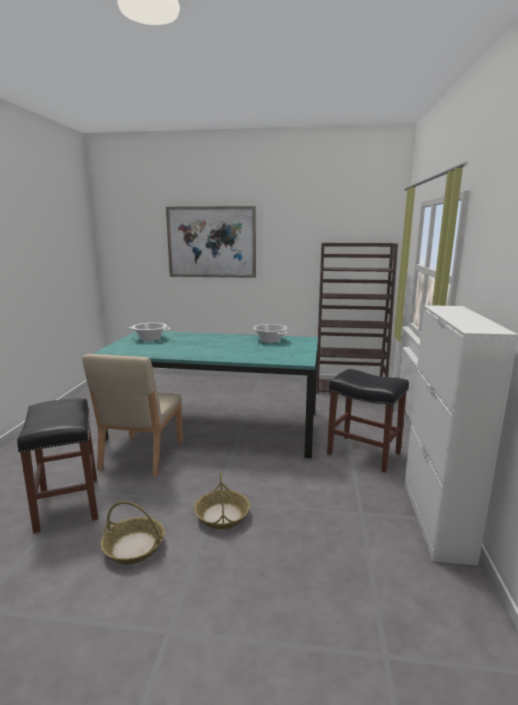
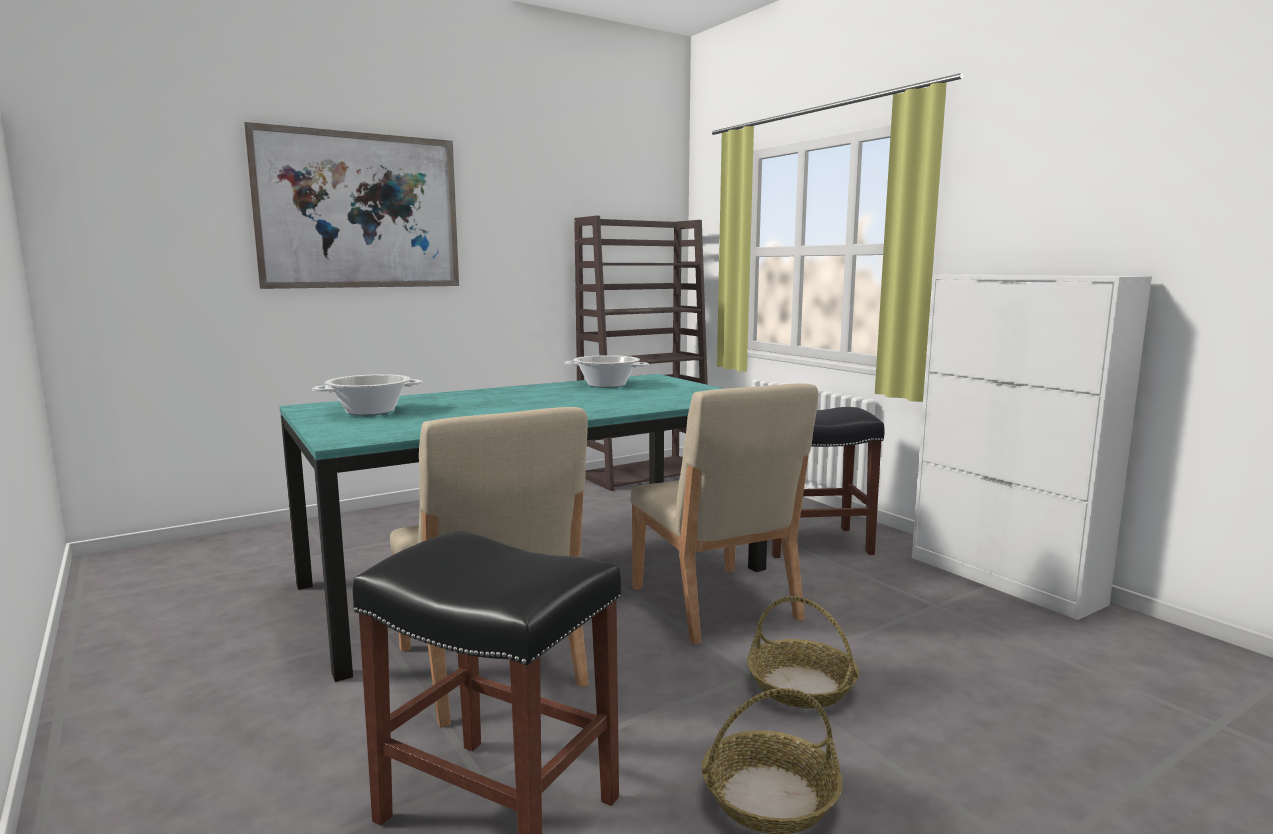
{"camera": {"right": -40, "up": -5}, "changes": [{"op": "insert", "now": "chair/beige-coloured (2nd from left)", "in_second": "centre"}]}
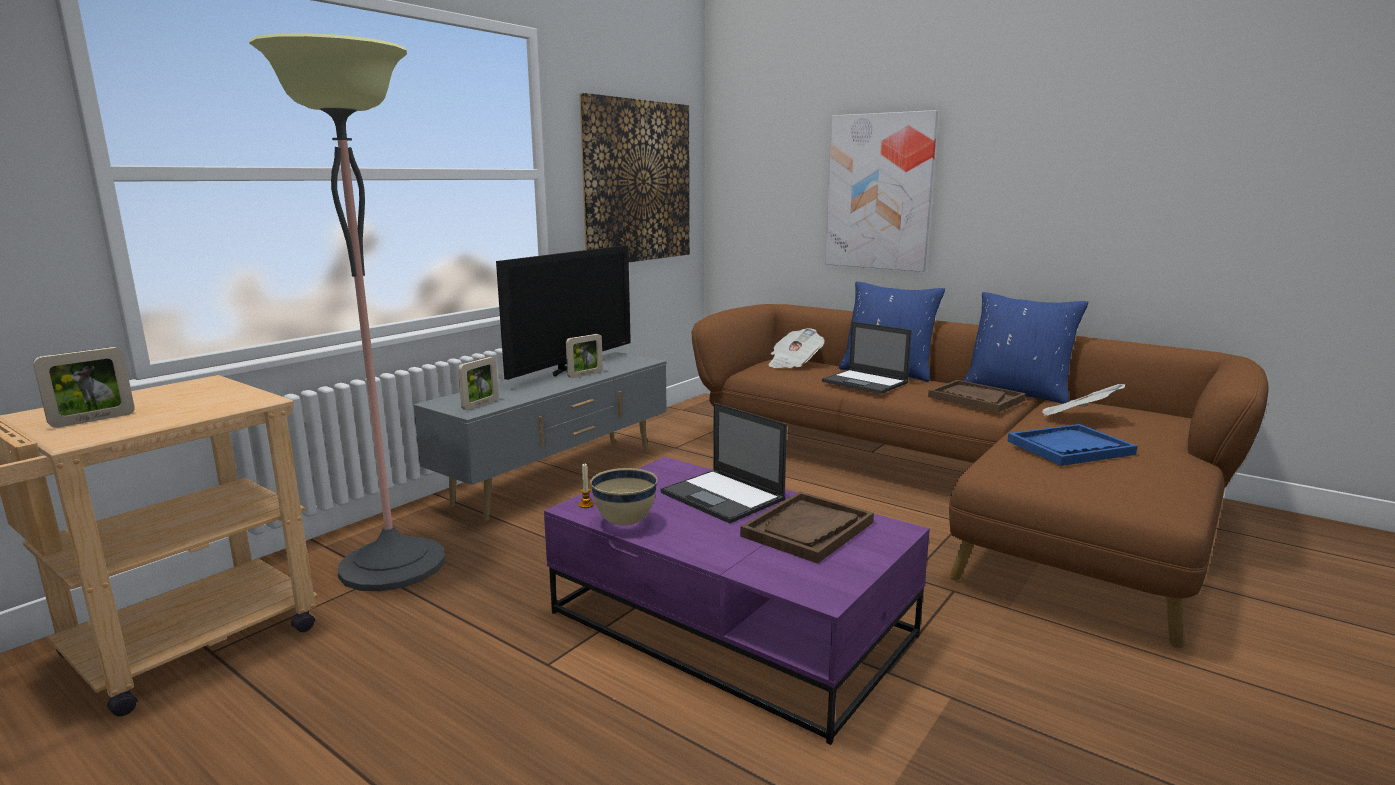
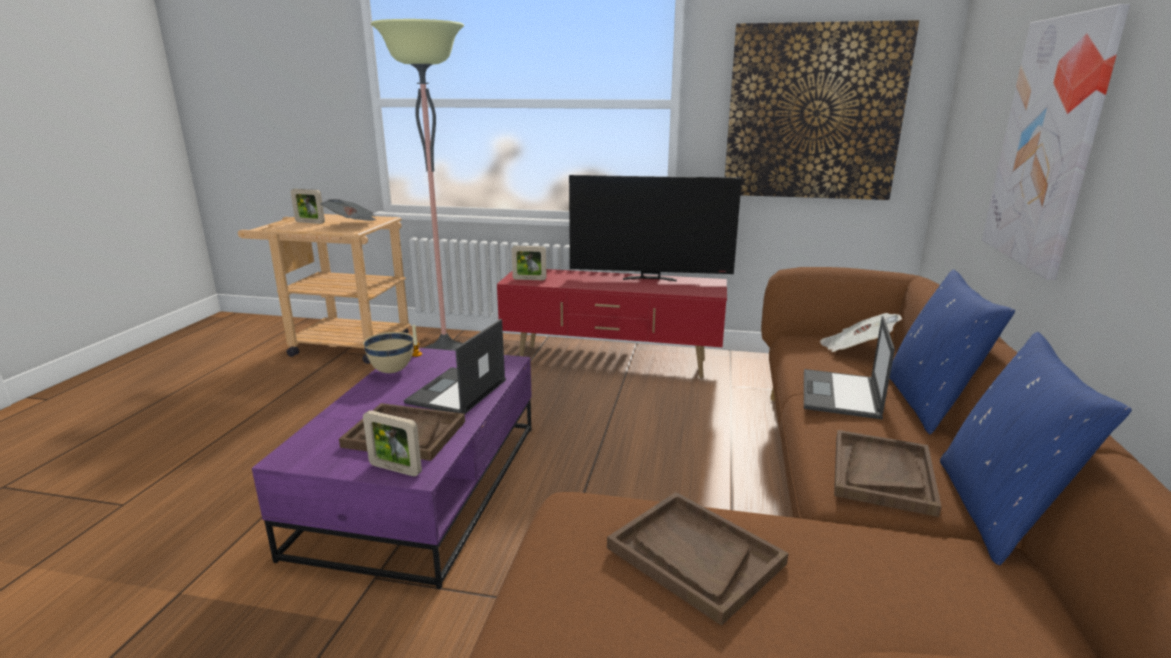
{"camera": {"right": 65, "up": 5}, "changes": [{"op": "move", "was": "standing frame (3rd from left in the first image)", "now": "standing frame (2nd from left)", "in_first": "centre", "in_second": "bottom centre"}, {"op": "recolor", "was": "tv stand/grey", "now": "tv stand/red", "in_first": "centre", "in_second": "centre"}, {"op": "move", "was": "printed paper (2nd from left in the first image)", "now": "printed paper (1st from left)", "in_first": "middle right", "in_second": "top left"}, {"op": "recolor", "was": "serving tray/bluish", "now": "serving tray/brownish (2nd from left)", "in_first": "middle right", "in_second": "bottom centre"}]}
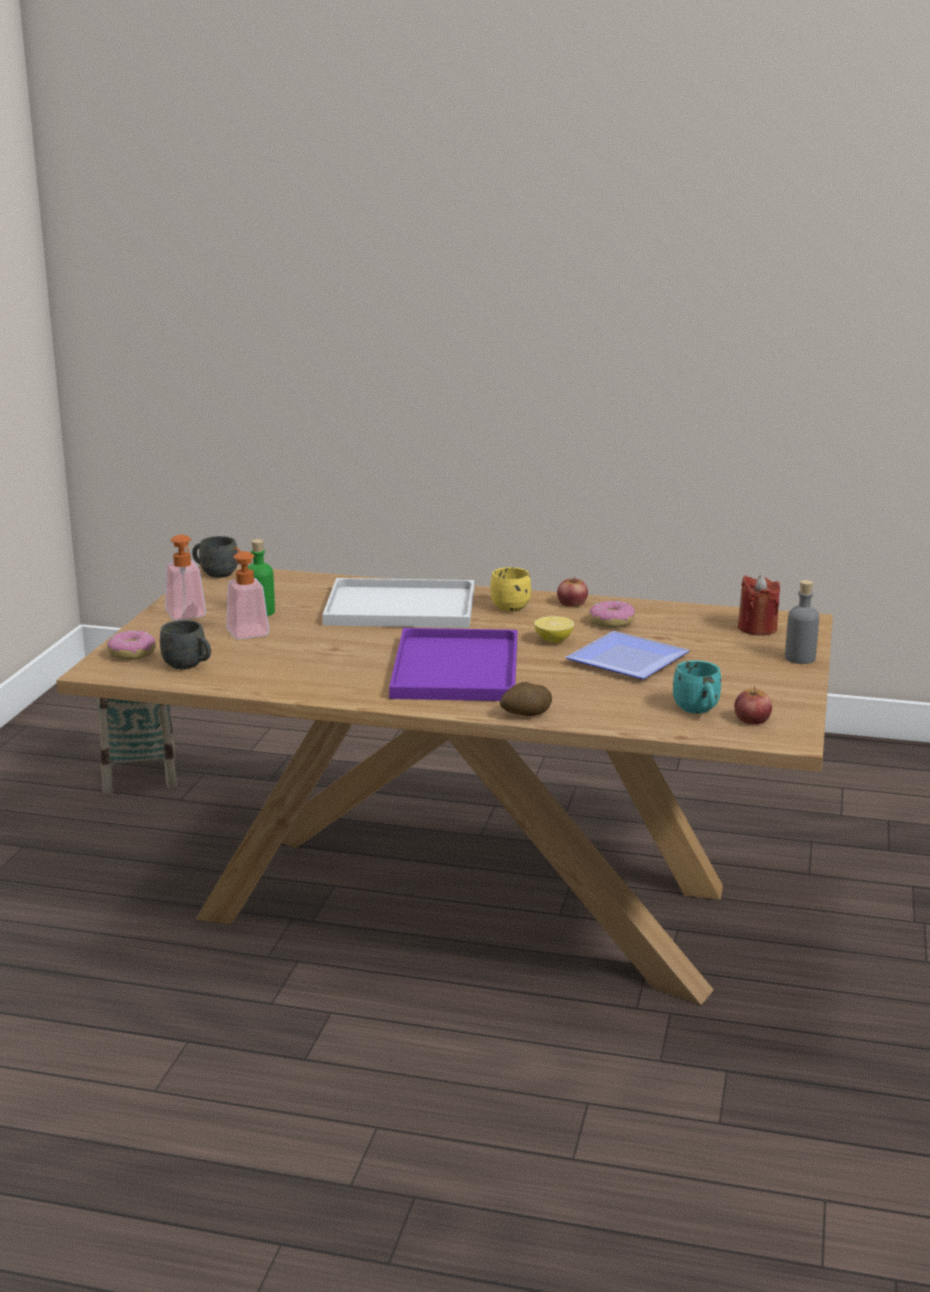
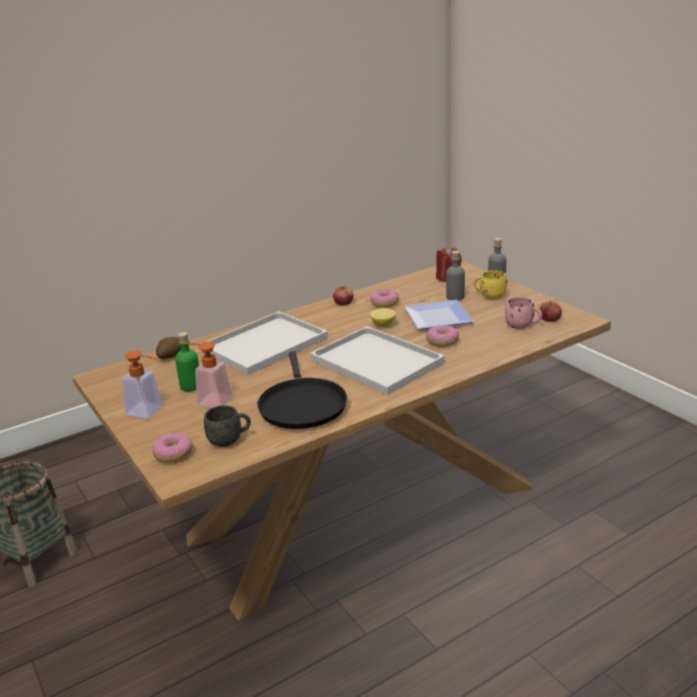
{"camera": {"right": -45, "up": 5}, "changes": [{"op": "delete", "was": "mug/grey (2nd from left)", "in_first": "middle left"}, {"op": "move", "was": "mug/yellowish", "in_first": "centre", "in_second": "middle right"}, {"op": "recolor", "was": "serving tray/purplish", "now": "serving tray/white (2nd from left)", "in_first": "centre", "in_second": "centre"}, {"op": "recolor", "was": "mug/blue-green", "now": "mug/pink-coloured", "in_first": "middle right", "in_second": "middle right"}, {"op": "move", "was": "potato", "in_first": "centre", "in_second": "middle left"}, {"op": "insert", "now": "beverage bottle/grey (1st from left)", "in_second": "centre"}, {"op": "insert", "now": "doughnut (3rd from left)", "in_second": "centre"}, {"op": "insert", "now": "skillet/blackish", "in_second": "centre"}]}
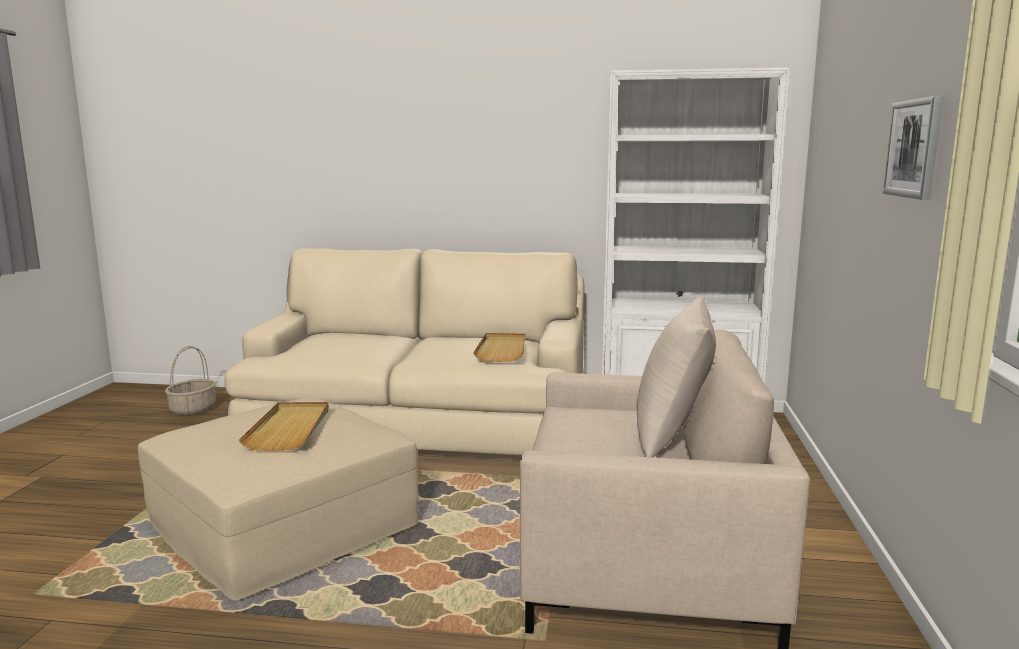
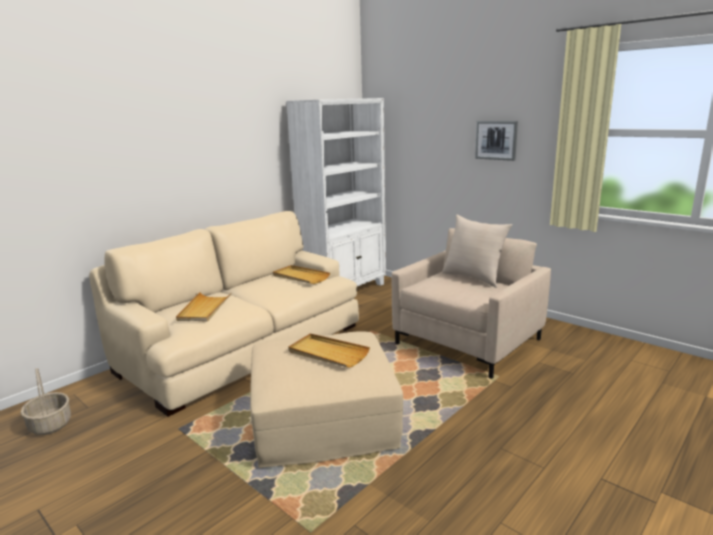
{"camera": {"right": -55, "up": 5}, "changes": [{"op": "insert", "now": "serving tray/beige-coloured (1st from left)", "in_second": "middle left"}]}
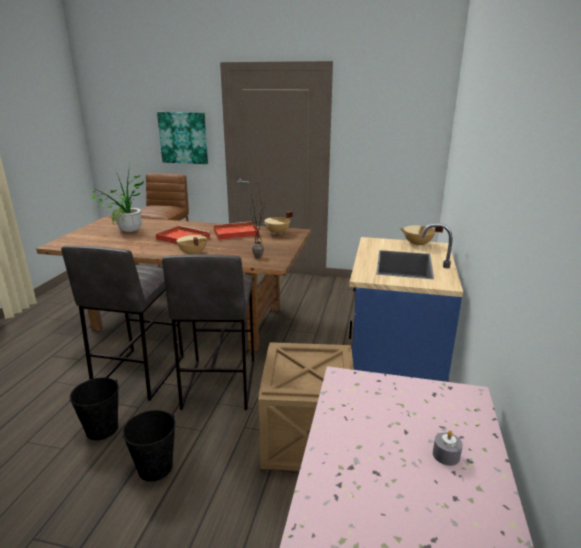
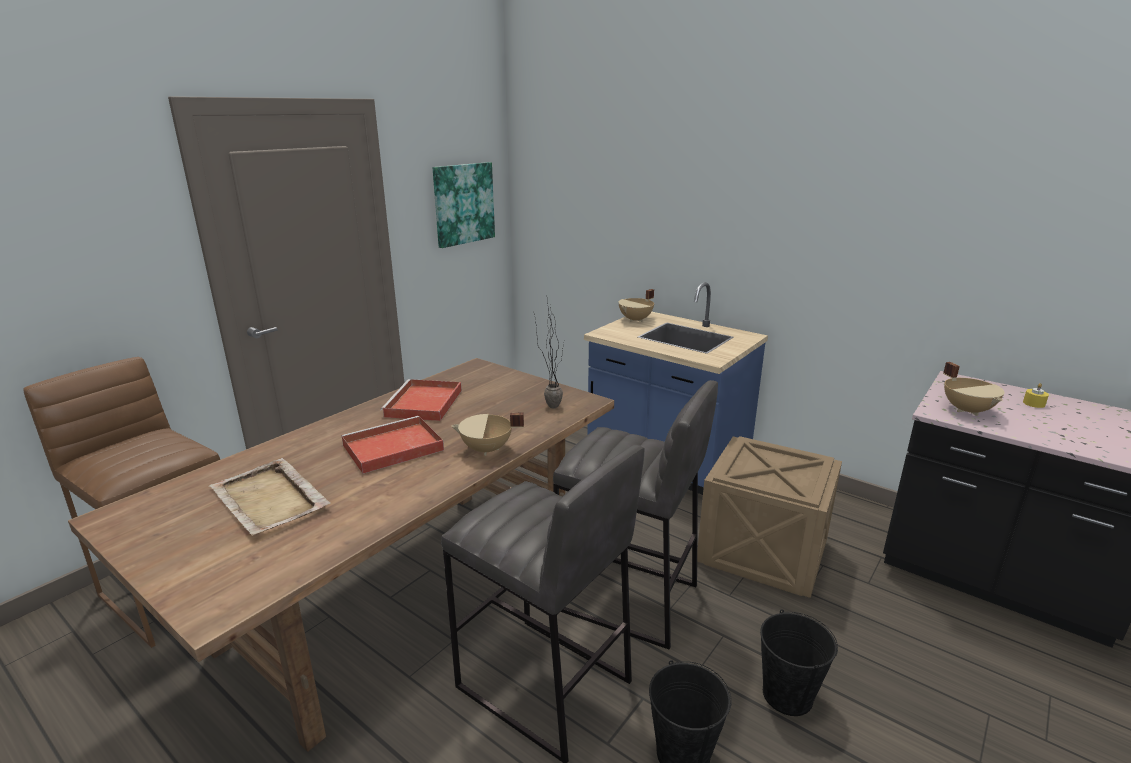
{"camera": {"right": -65, "up": 0}, "changes": [{"op": "move", "was": "wall art", "in_first": "top left", "in_second": "top centre"}, {"op": "replace", "was": "houseplant (1st from left)", "now": "serving tray/beige-coloured", "in_first": "middle left", "in_second": "middle left"}, {"op": "move", "was": "stockpot/beige-coloured (2nd from left in the first image)", "now": "stockpot/beige-coloured (3rd from left)", "in_first": "centre", "in_second": "middle right"}, {"op": "recolor", "was": "wax candle/grey", "now": "wax candle/yellowish", "in_first": "bottom right", "in_second": "middle right"}]}
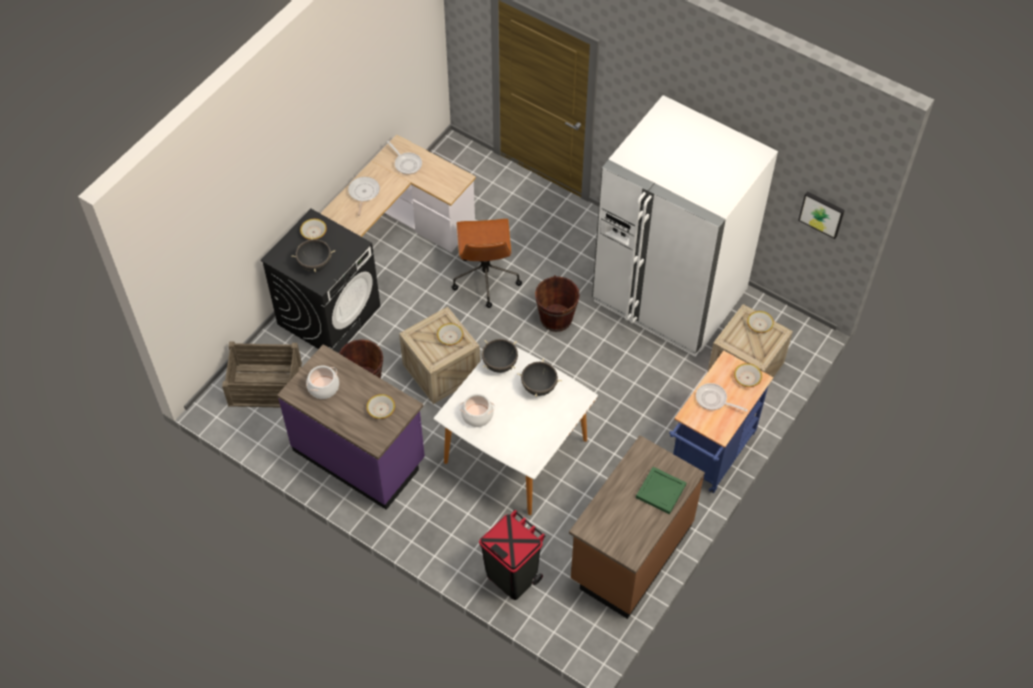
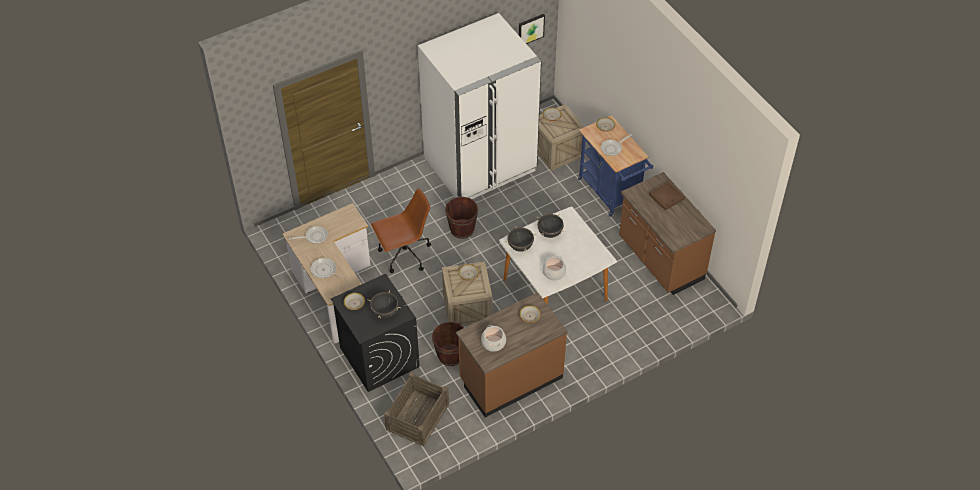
{"camera": {"right": -65, "up": -5}, "changes": [{"op": "rotate", "was": "desk chair/brownish", "in_first": "centre", "in_second": "centre", "clockwise": -45}, {"op": "recolor", "was": "kitchen counter/purplish", "now": "kitchen counter/brownish (1st from left)", "in_first": "centre", "in_second": "bottom centre"}, {"op": "recolor", "was": "serving tray/greenish", "now": "serving tray/brownish", "in_first": "bottom centre", "in_second": "middle right"}, {"op": "delete", "was": "rubbish bin/blackish", "in_first": "bottom centre"}]}
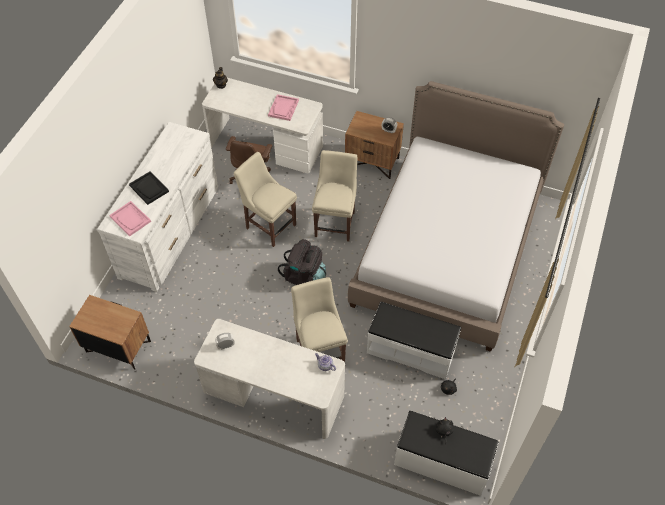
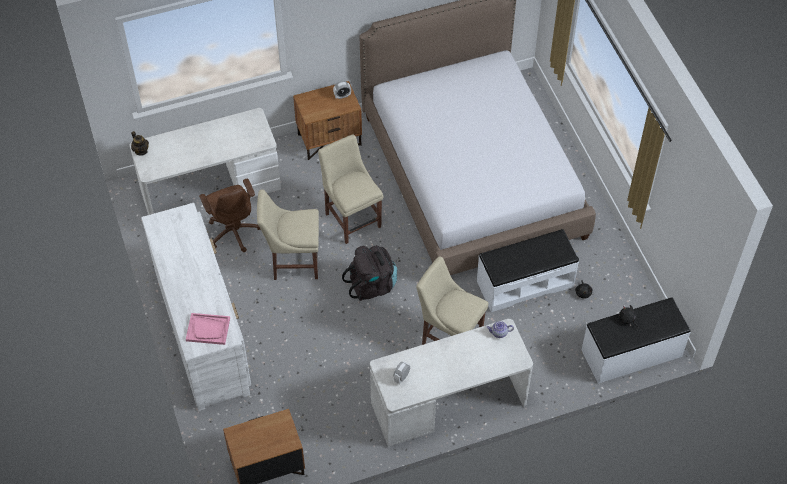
{"camera": {"right": -40, "up": 0}, "changes": [{"op": "delete", "was": "serving tray/pink-coloured (2nd from left)", "in_first": "top centre"}, {"op": "delete", "was": "serving tray/blackish", "in_first": "middle left"}]}
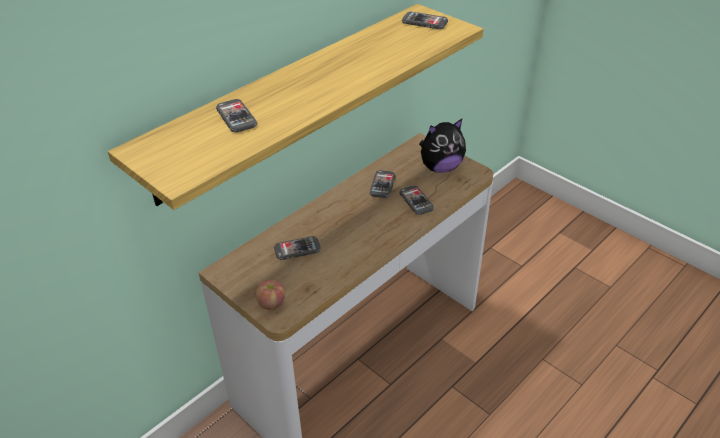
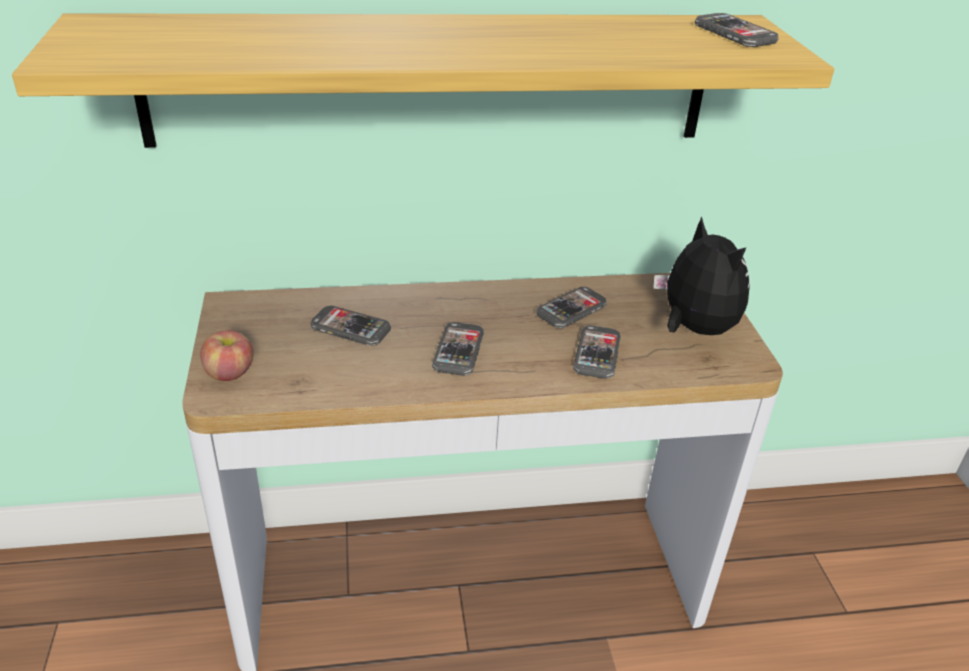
{"camera": {"right": 35, "up": -5}, "changes": [{"op": "move", "was": "handset (1st from left in the first image)", "now": "handset (2nd from left)", "in_first": "top left", "in_second": "centre"}, {"op": "rotate", "was": "soft toy", "in_first": "centre", "in_second": "middle right", "clockwise": -135}]}
